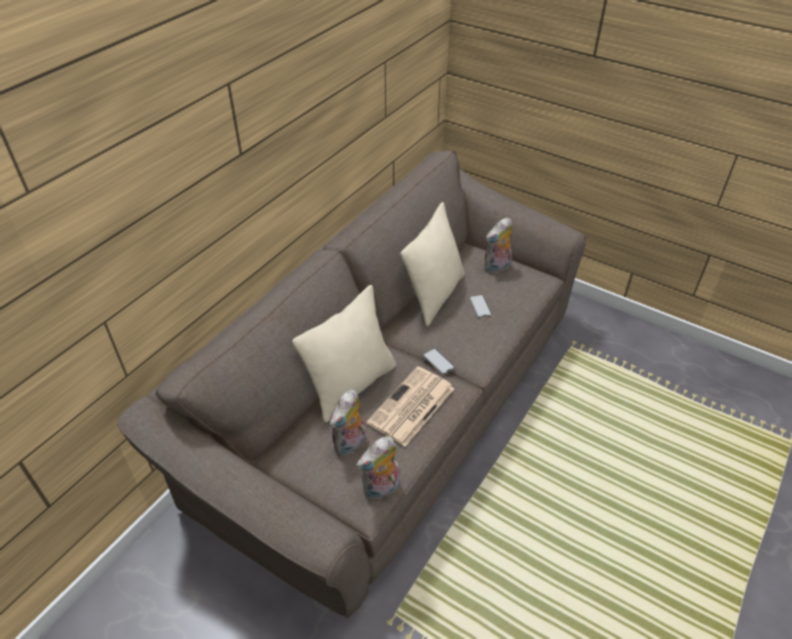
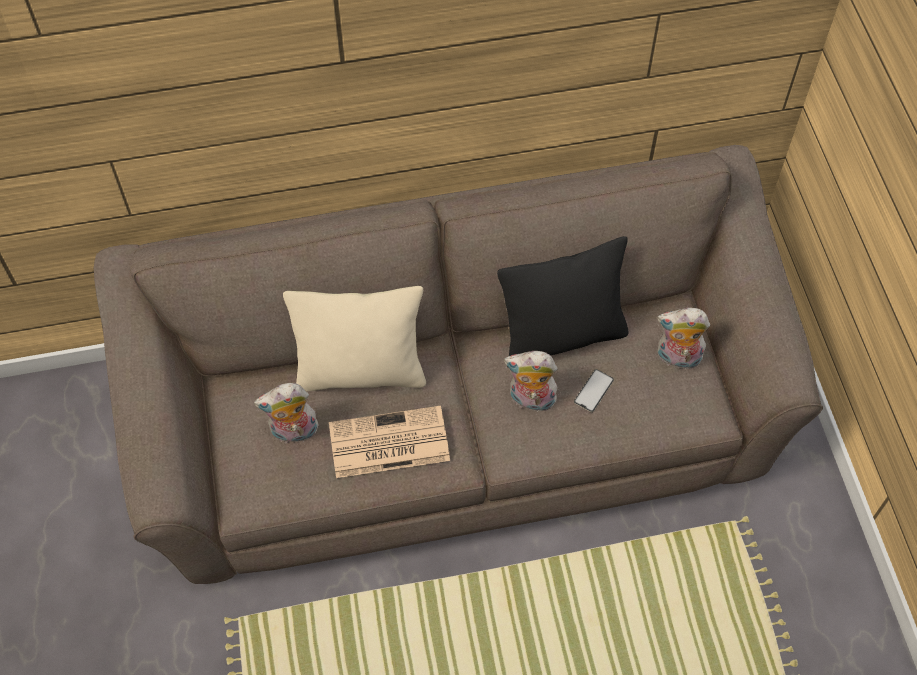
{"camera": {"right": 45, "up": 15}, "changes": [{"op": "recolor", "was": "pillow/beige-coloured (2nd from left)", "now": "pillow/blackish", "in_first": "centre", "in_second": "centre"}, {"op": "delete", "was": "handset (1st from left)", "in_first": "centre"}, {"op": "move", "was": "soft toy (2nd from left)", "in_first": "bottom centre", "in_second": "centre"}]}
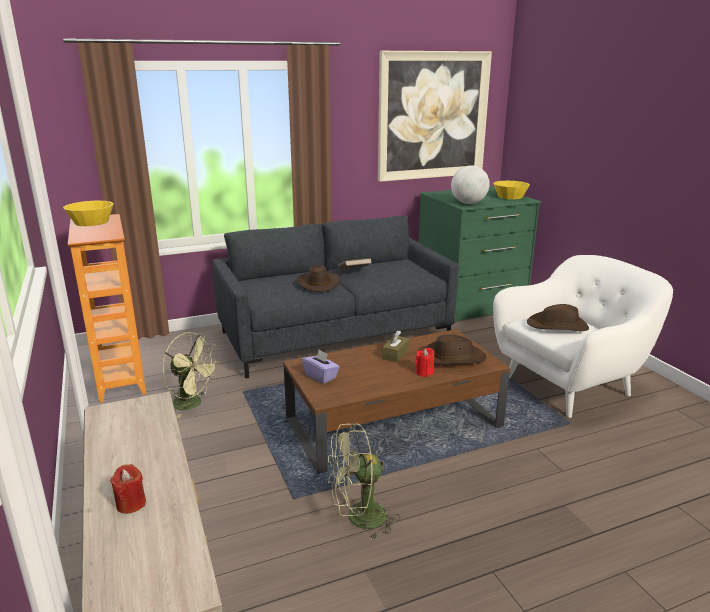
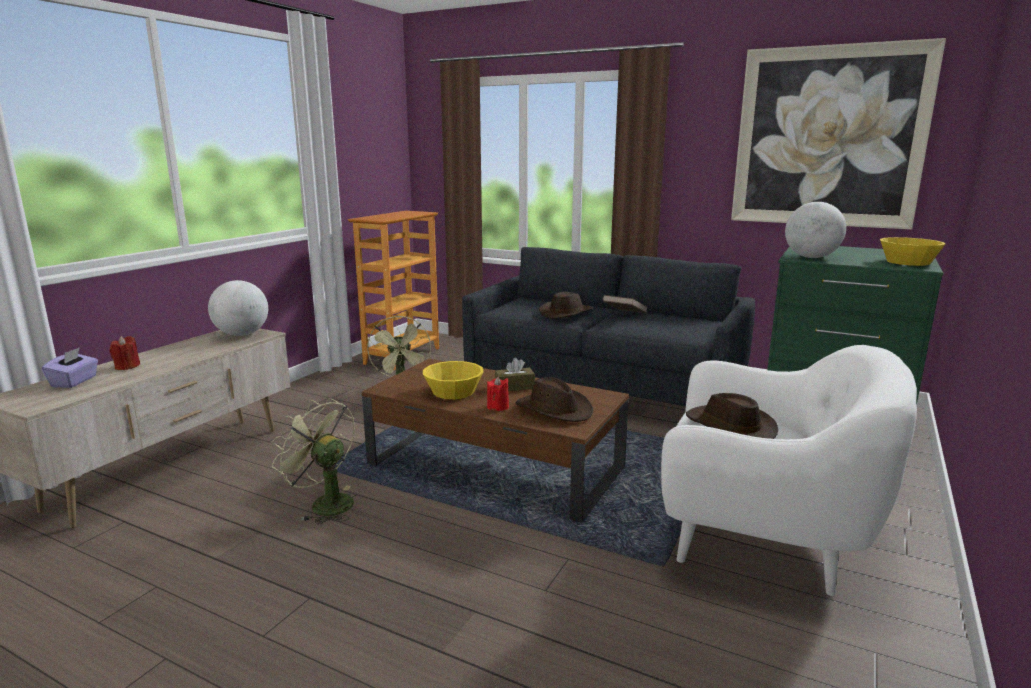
{"camera": {"right": 50, "up": -5}, "changes": [{"op": "move", "was": "deep dish/yellowish (1st from left)", "in_first": "middle left", "in_second": "centre"}, {"op": "move", "was": "tissue box/purplish", "in_first": "centre", "in_second": "middle left"}, {"op": "insert", "now": "world globe (1st from left)", "in_second": "middle left"}]}
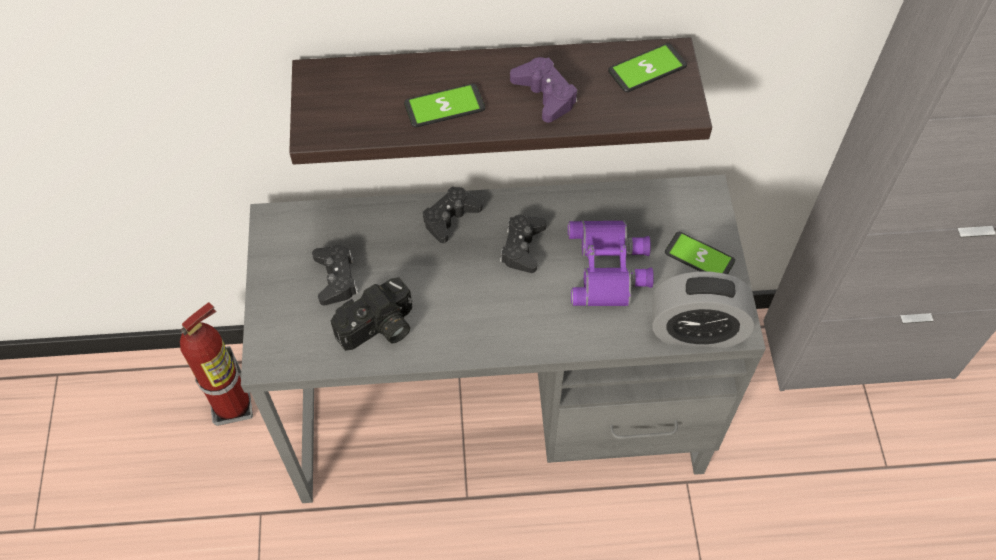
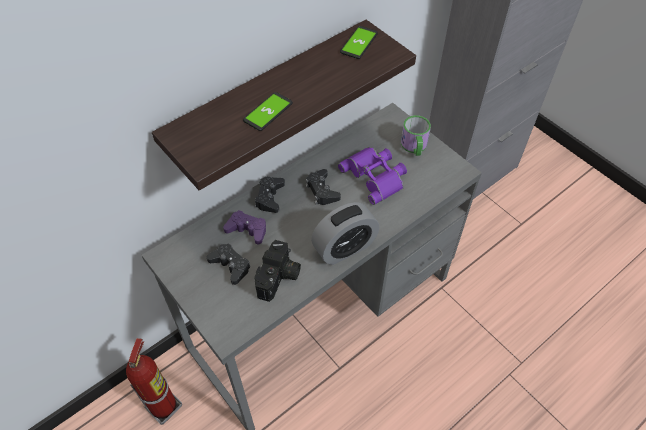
{"camera": {"right": -35, "up": -5}, "changes": [{"op": "move", "was": "gamepad/purplish", "in_first": "top centre", "in_second": "centre"}, {"op": "replace", "was": "handset (3rd from left)", "now": "mug", "in_first": "middle right", "in_second": "top centre"}, {"op": "move", "was": "table clock", "in_first": "middle right", "in_second": "centre"}]}
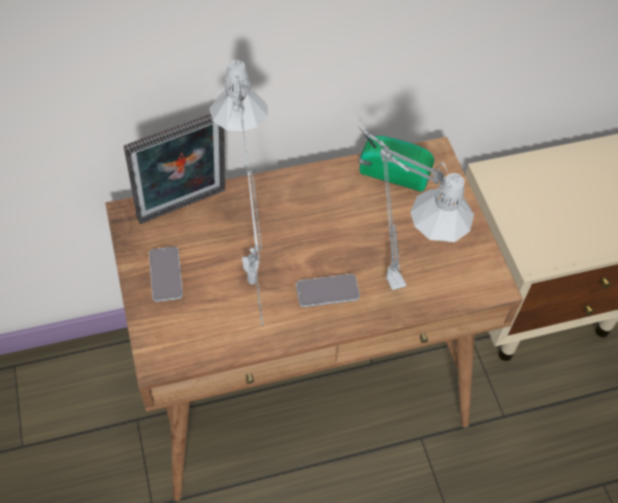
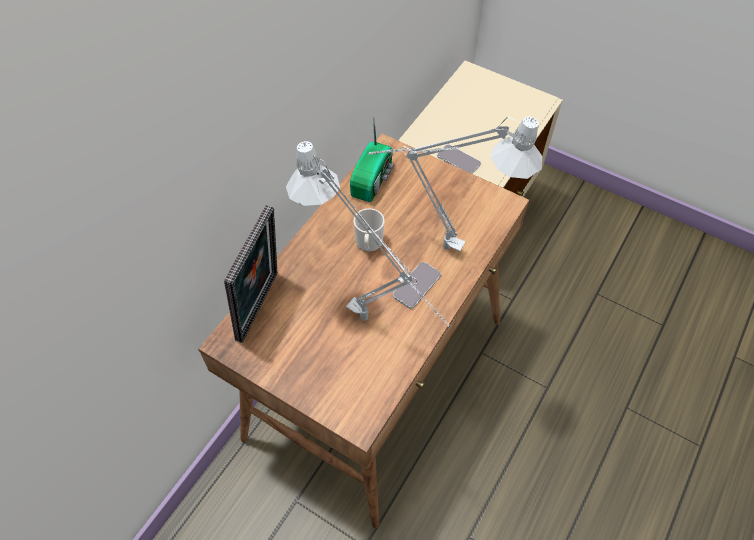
{"camera": {"right": -40, "up": 0}, "changes": [{"op": "rotate", "was": "radio", "in_first": "top centre", "in_second": "top centre", "clockwise": 135}, {"op": "move", "was": "handset (1st from left in the first image)", "now": "handset (2nd from left)", "in_first": "middle left", "in_second": "top centre"}, {"op": "insert", "now": "mug", "in_second": "centre"}]}
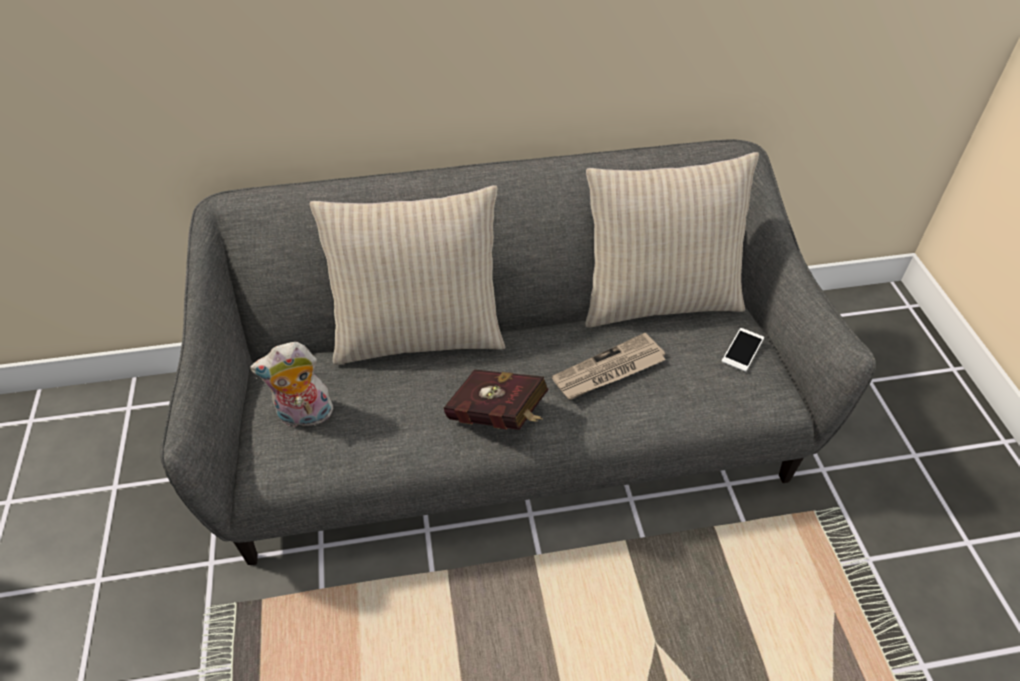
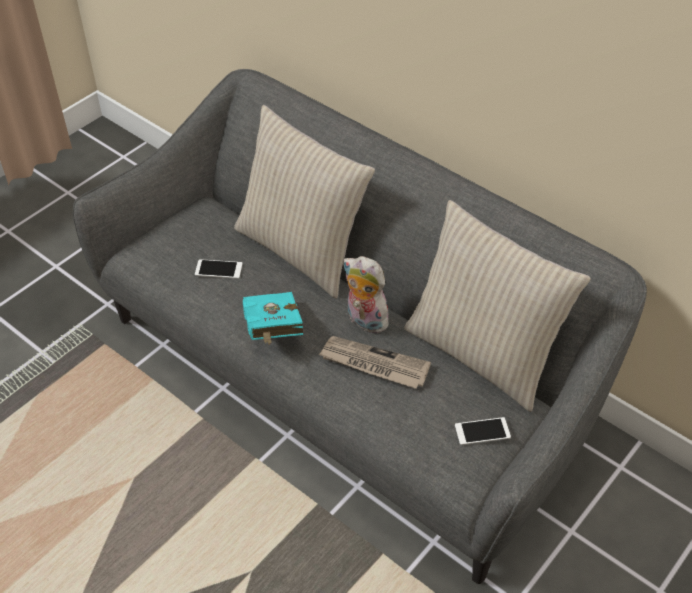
{"camera": {"right": 50, "up": 0}, "changes": [{"op": "move", "was": "soft toy", "in_first": "middle left", "in_second": "centre"}, {"op": "recolor", "was": "book/red", "now": "book/blue-green", "in_first": "centre", "in_second": "centre"}, {"op": "insert", "now": "handset (1st from left)", "in_second": "middle left"}]}
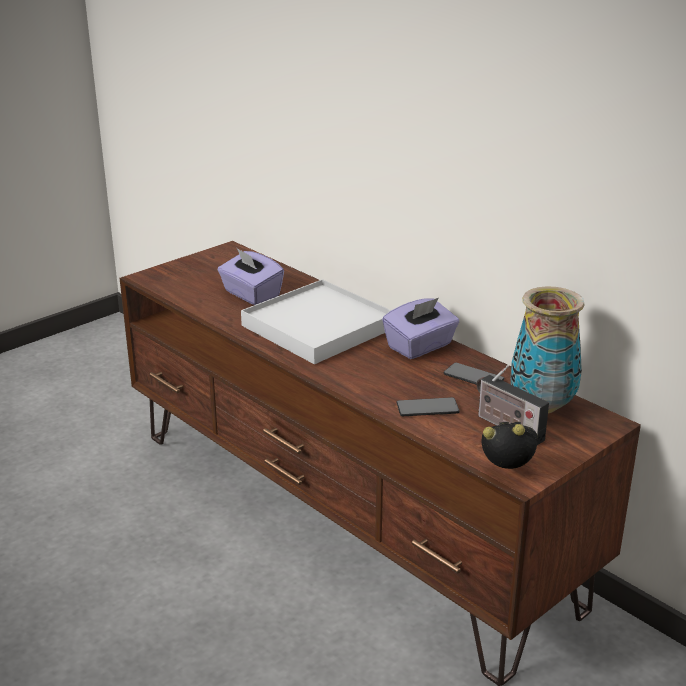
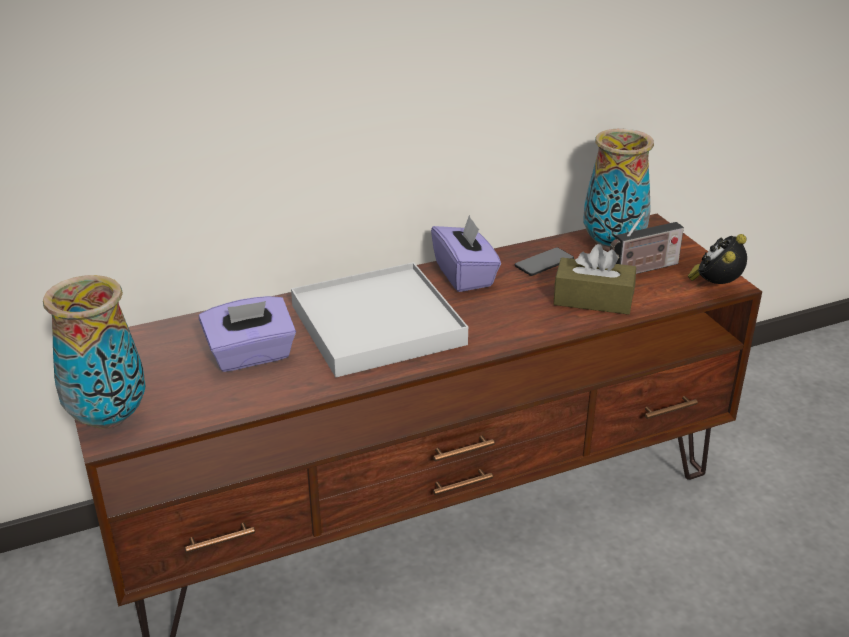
{"camera": {"right": -70, "up": 5}, "changes": [{"op": "replace", "was": "handset (1st from left)", "now": "tissue box/brownish", "in_first": "centre", "in_second": "middle right"}, {"op": "insert", "now": "decorative vase (1st from left)", "in_second": "middle left"}]}
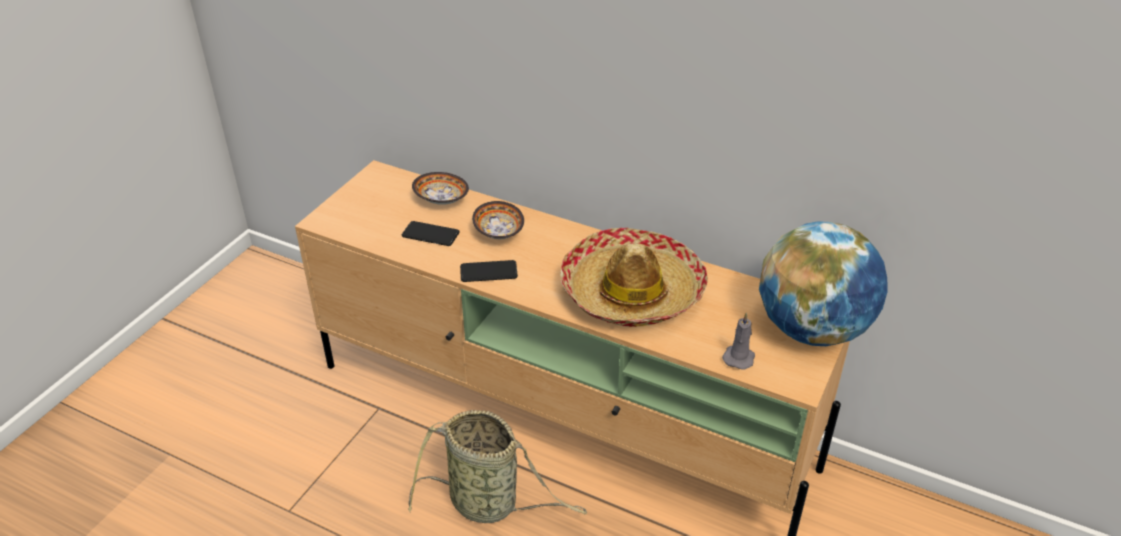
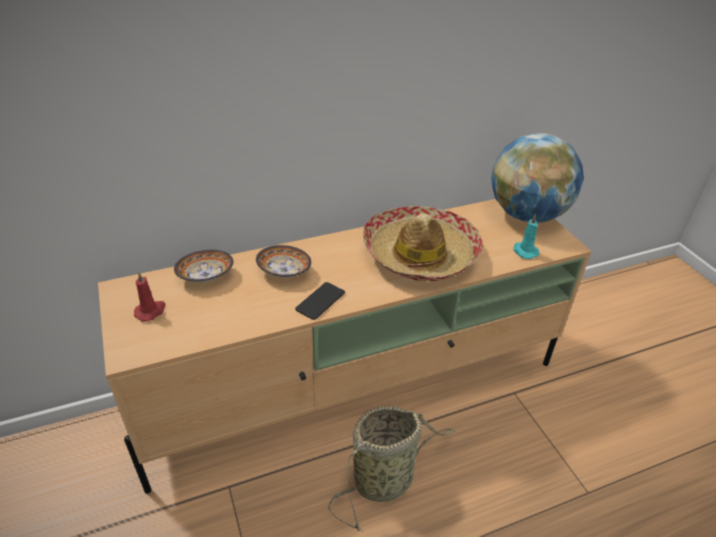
{"camera": {"right": -50, "up": 0}, "changes": [{"op": "delete", "was": "handset (1st from left)", "in_first": "centre"}, {"op": "recolor", "was": "wax candle/grey", "now": "wax candle/blue-green", "in_first": "centre", "in_second": "middle right"}, {"op": "insert", "now": "wax candle/red", "in_second": "middle left"}]}
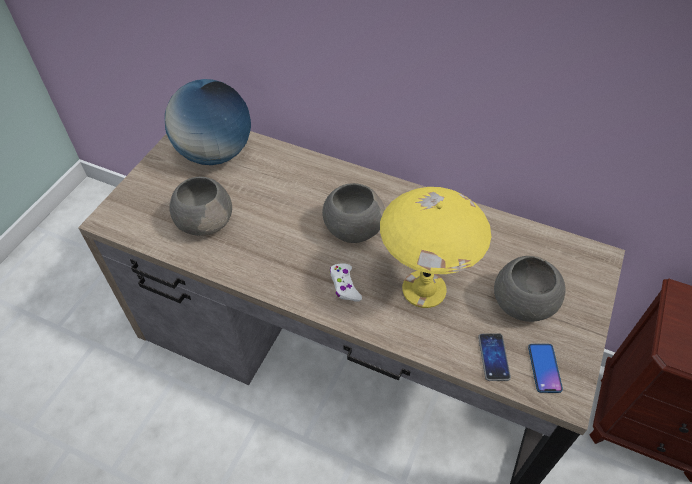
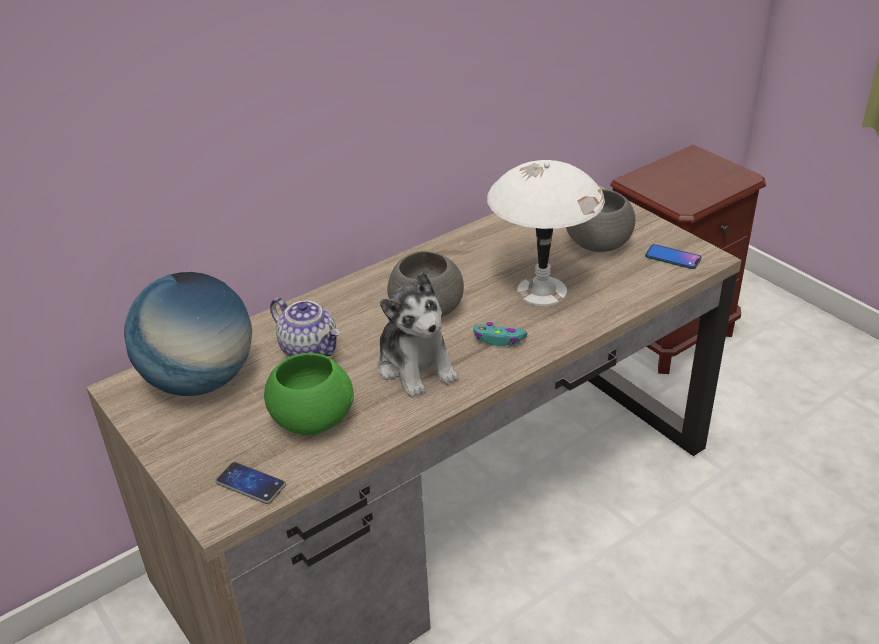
{"camera": {"right": -60, "up": -15}, "changes": [{"op": "recolor", "was": "deep dish/grey (1st from left)", "now": "deep dish/greenish", "in_first": "middle left", "in_second": "centre"}, {"op": "recolor", "was": "table lamp/yellowish", "now": "table lamp/white", "in_first": "centre", "in_second": "centre"}, {"op": "recolor", "was": "gamepad/white", "now": "gamepad/blue-green", "in_first": "centre", "in_second": "centre"}, {"op": "move", "was": "handset (1st from left)", "in_first": "bottom right", "in_second": "bottom left"}, {"op": "insert", "now": "soft toy", "in_second": "centre"}, {"op": "insert", "now": "tea pot", "in_second": "centre"}]}
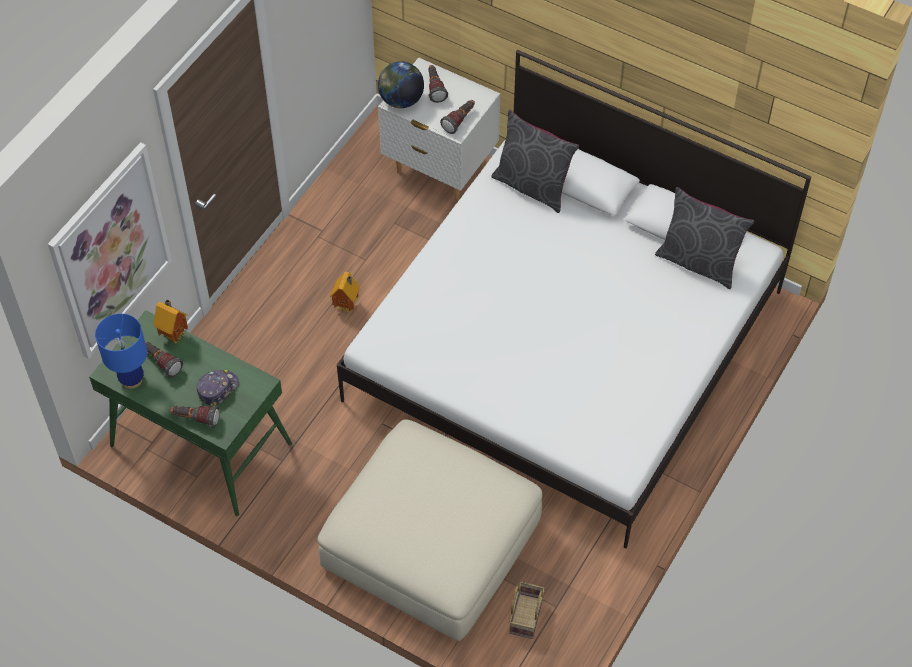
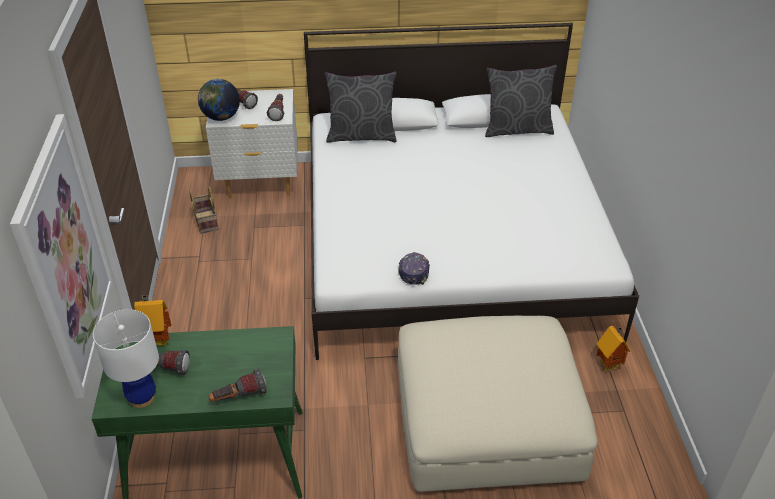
{"camera": {"right": -35, "up": -15}, "changes": [{"op": "move", "was": "model house (2nd from left)", "in_first": "centre", "in_second": "bottom right"}, {"op": "recolor", "was": "table lamp/bluish", "now": "table lamp/white", "in_first": "middle left", "in_second": "bottom left"}, {"op": "move", "was": "peaked cap", "in_first": "middle left", "in_second": "centre"}, {"op": "move", "was": "basket", "in_first": "bottom centre", "in_second": "middle left"}]}
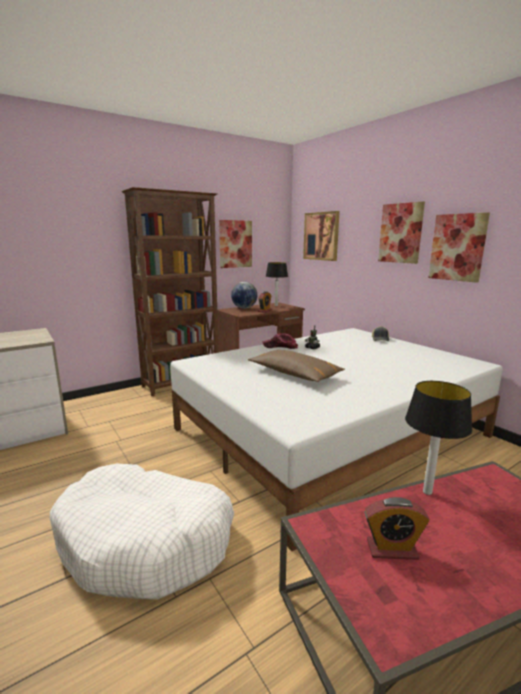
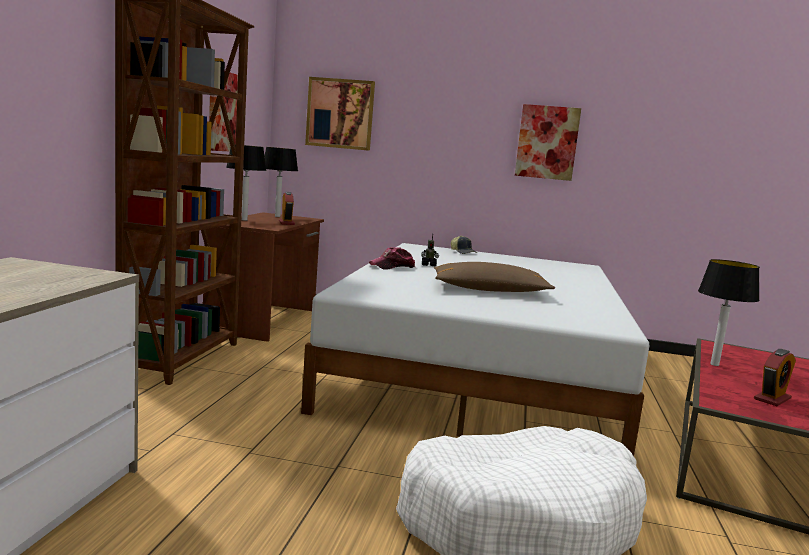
{"camera": {"right": -45, "up": -5}, "changes": [{"op": "delete", "was": "wall art (3rd from left)", "in_first": "middle right"}, {"op": "replace", "was": "world globe", "now": "table lamp (1st from left)", "in_first": "centre", "in_second": "top left"}]}
